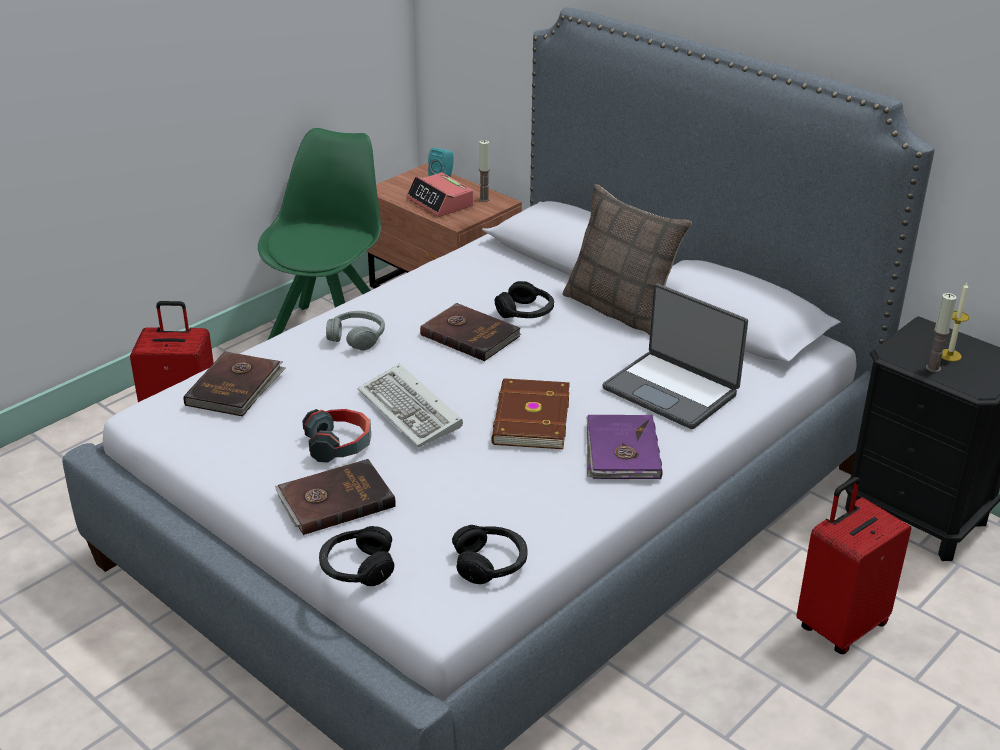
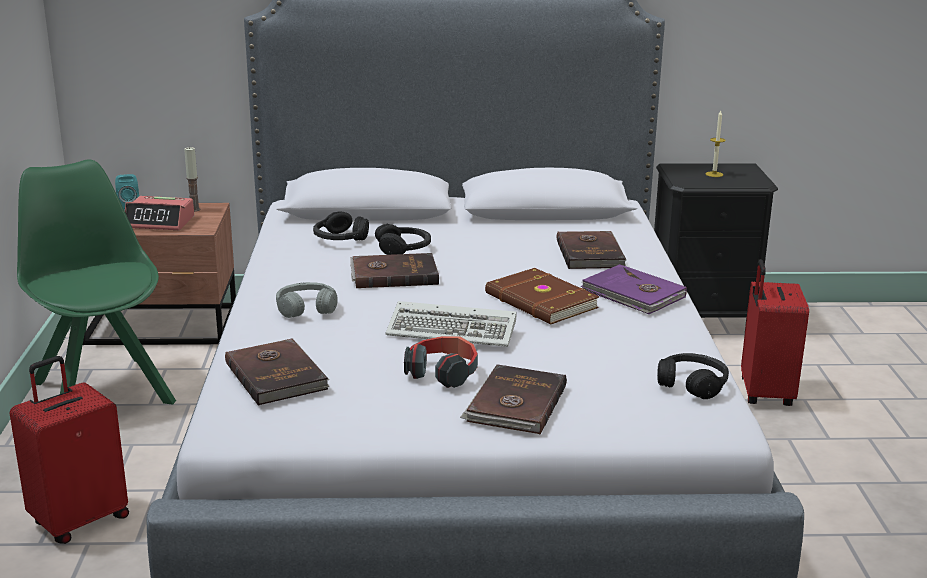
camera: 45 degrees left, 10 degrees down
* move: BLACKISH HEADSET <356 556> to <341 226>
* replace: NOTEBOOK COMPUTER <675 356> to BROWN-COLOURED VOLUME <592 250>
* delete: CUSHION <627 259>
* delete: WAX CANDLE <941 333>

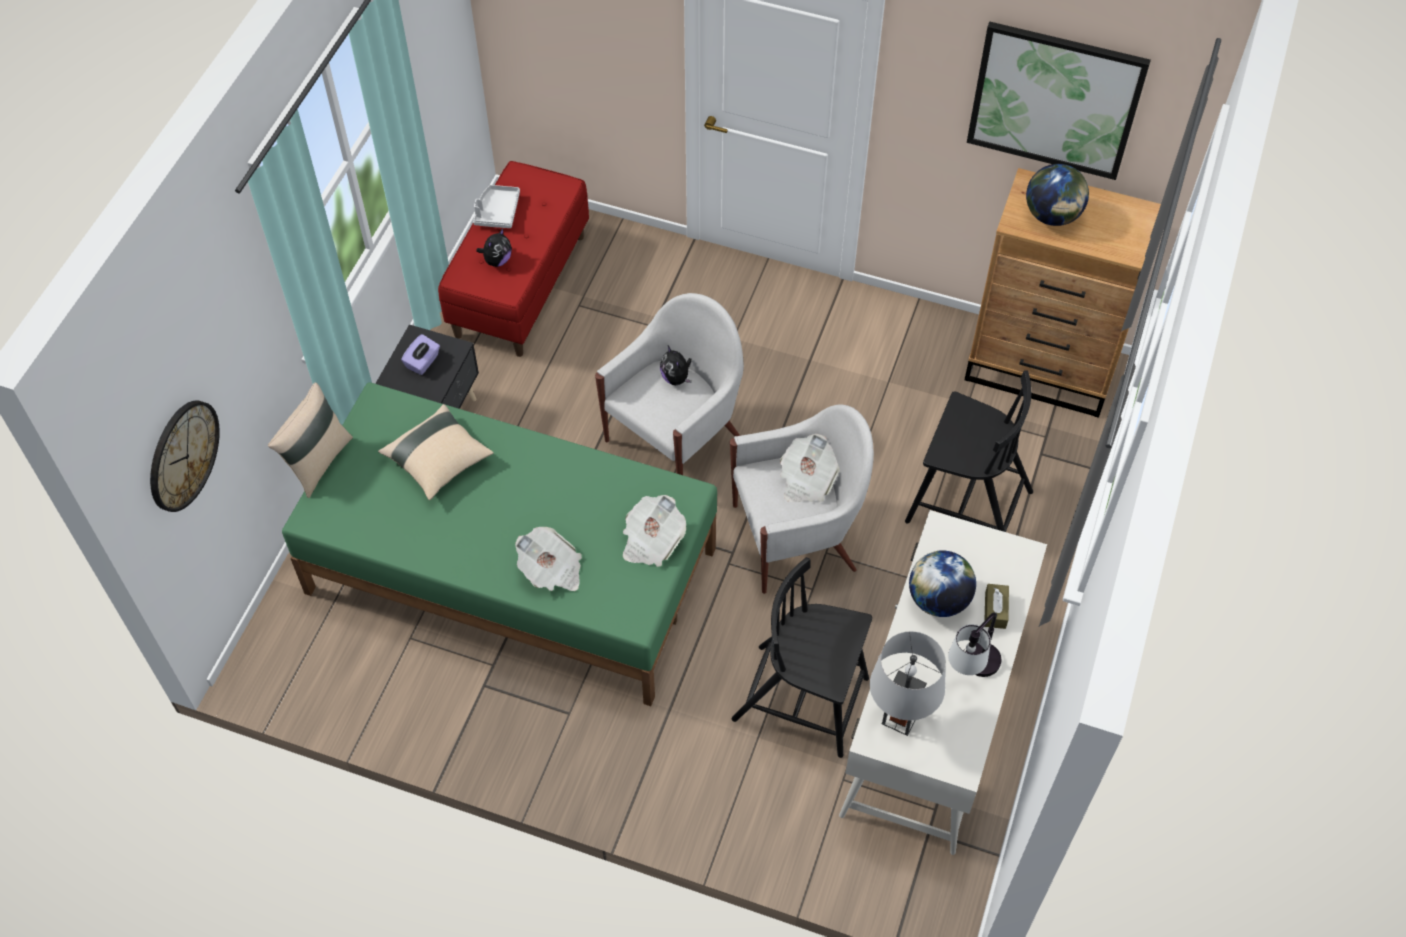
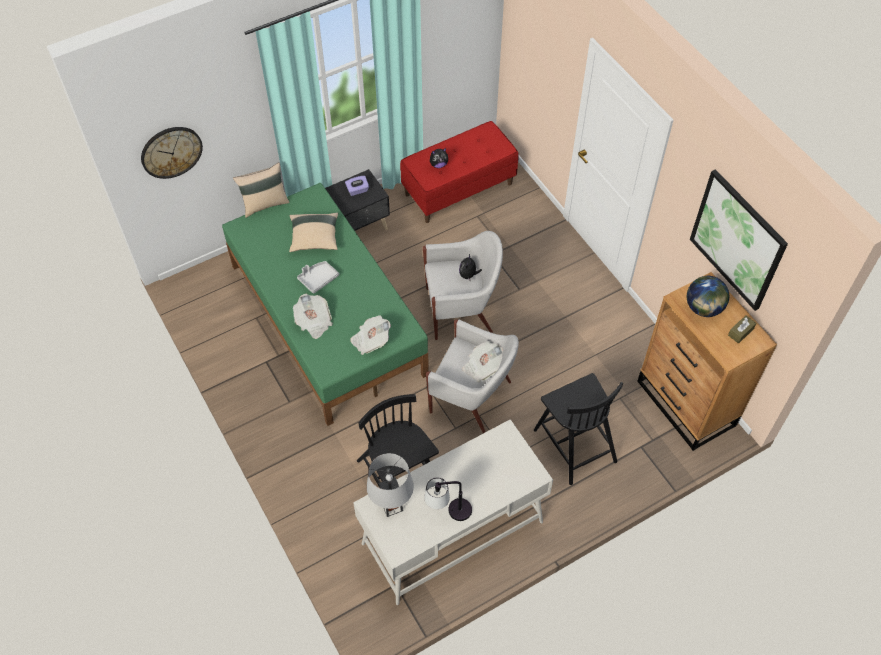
camera: 40 degrees right, 0 degrees up
* move: GREY SERVING TRAY <496 206> to <318 277>
* move: BROWN-COLOURED TISSUE HOLDER <996 606> to <742 329>
* delete: GLOBE <942 583>

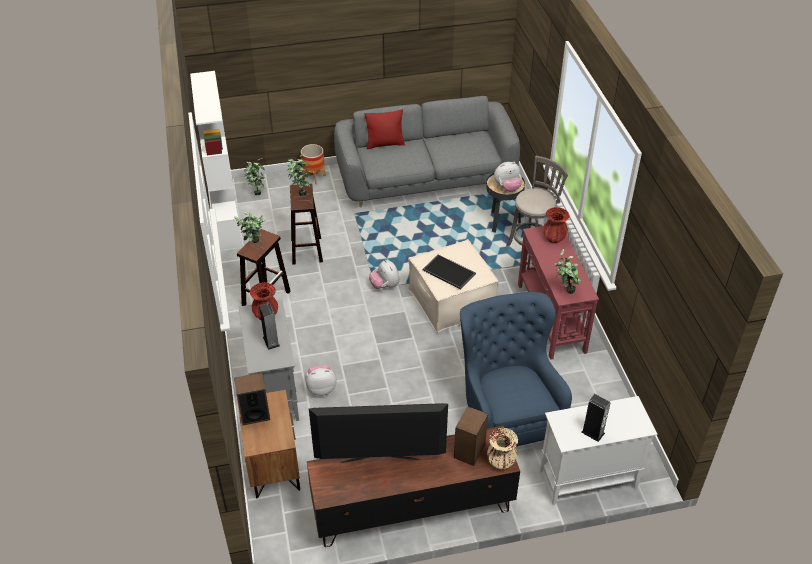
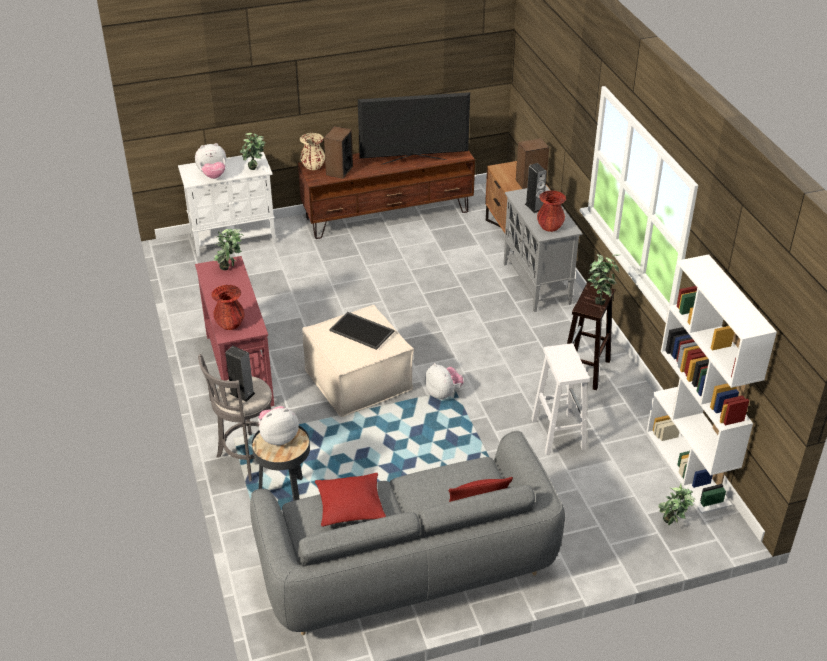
camera: 175 degrees right, 5 degrees down
* move: SOFT TOY <321 380> to <210 161>
* move: LOUDSPEAKER <596 418> to <240 374>
* move: PLANT IN A POT <299 174> to <253 151>
* insert: RED CUSHION <350 500>
* recolor: BROWN-COLOURED SITTING STOOL <306 224> to WHITE SITTING STOOL <560 399>
* delete: PLANTER <313 164>
* delete: BLUISH ARMCHAIR <516 369>

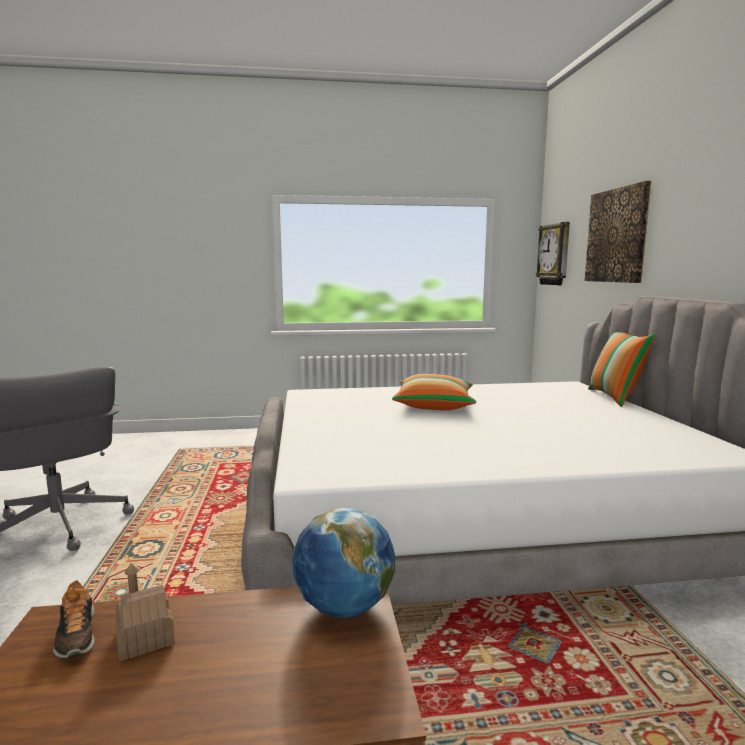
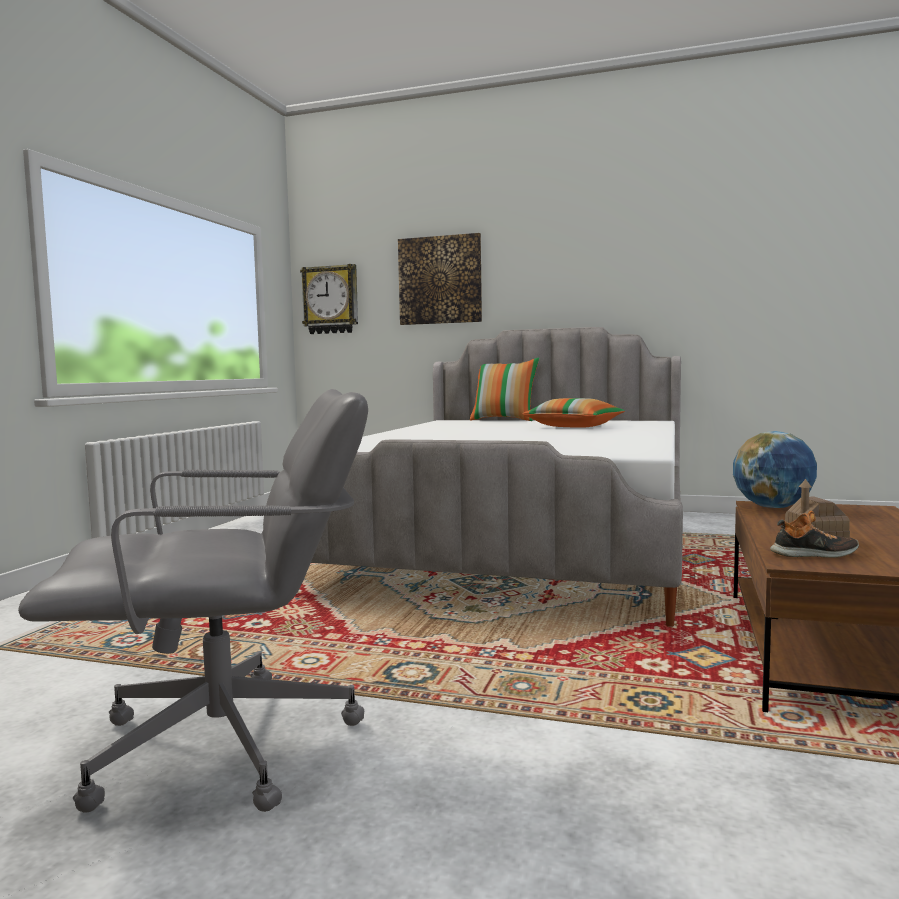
camera: 65 degrees left, 5 degrees down
* move: CUSHION <434 392> to <574 413>

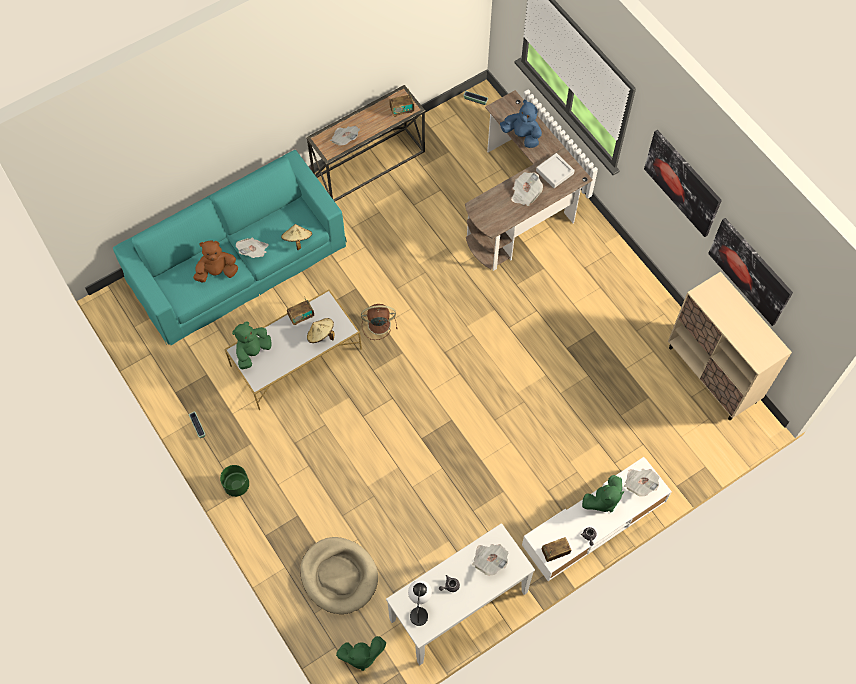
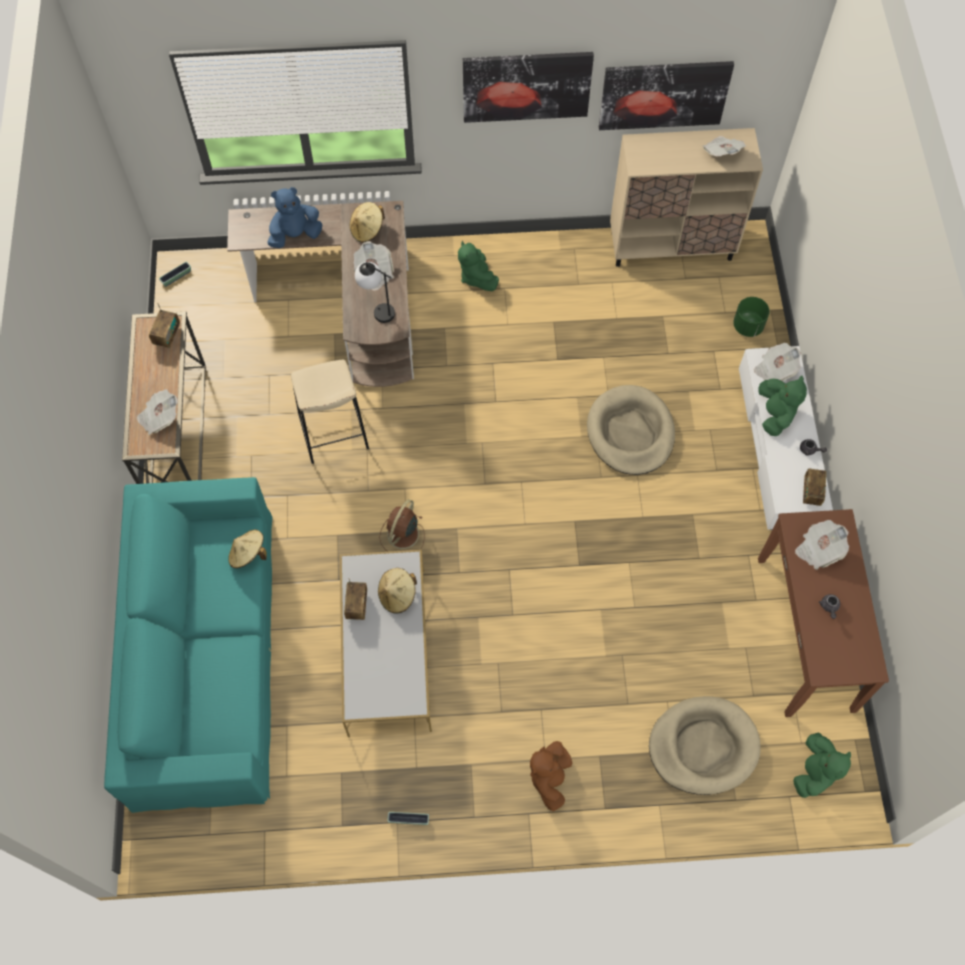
camera: 60 degrees left, 0 degrees up
* insert: BEIGE SITTING STOOL <330 411>
* replace: GREY SERVING TRAY <555 170> to BEIGE HAT <367 222>
* move: TABLETOP LAMP <420 603> to <375 292>
* move: GREENISH SOFT TOY <252 345> to <478 266>
* move: BROWN-COLOURED SOFT TOY <215 261> to <551 776>
* insert: BEIGE DOG BED <631 430>
* move: DAILY PAPER <252 248> to <724 146>
* move: GREENISH PLANTER <234 481> to <751 317>
* recolor: WHITE CONSOLE TABLE <460 594> to BROWN-COLOURED CONSOLE TABLE <823 613>

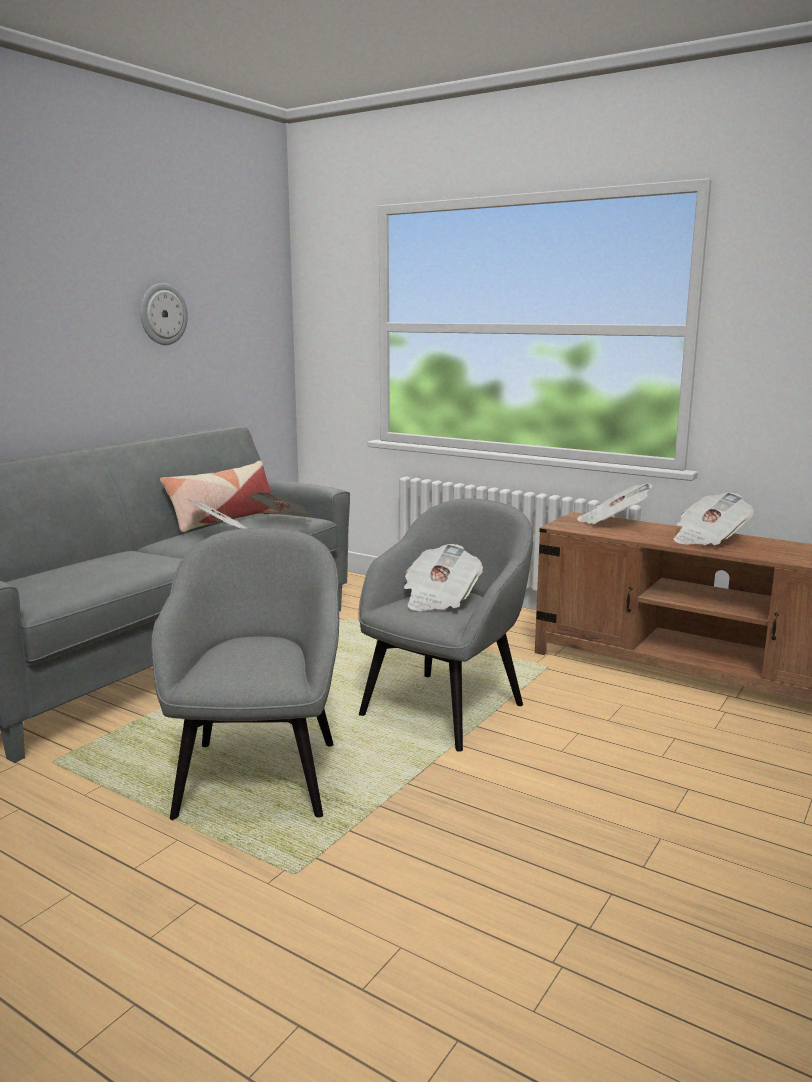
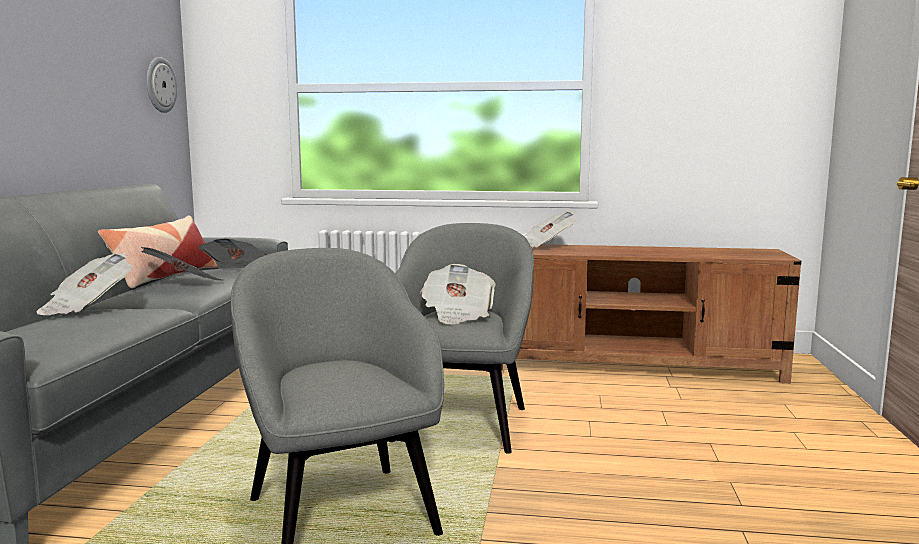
camera: 25 degrees left, 5 degrees down
* move: DAILY PAPER <714 518> to <84 284>
* move: HANGING CLOCK <164 314> to <162 85>

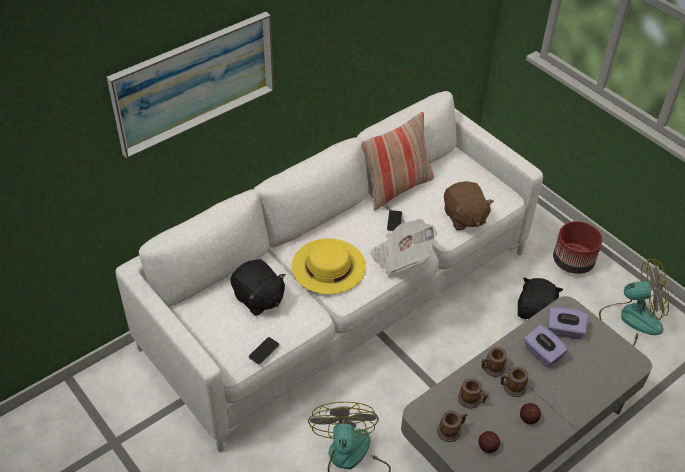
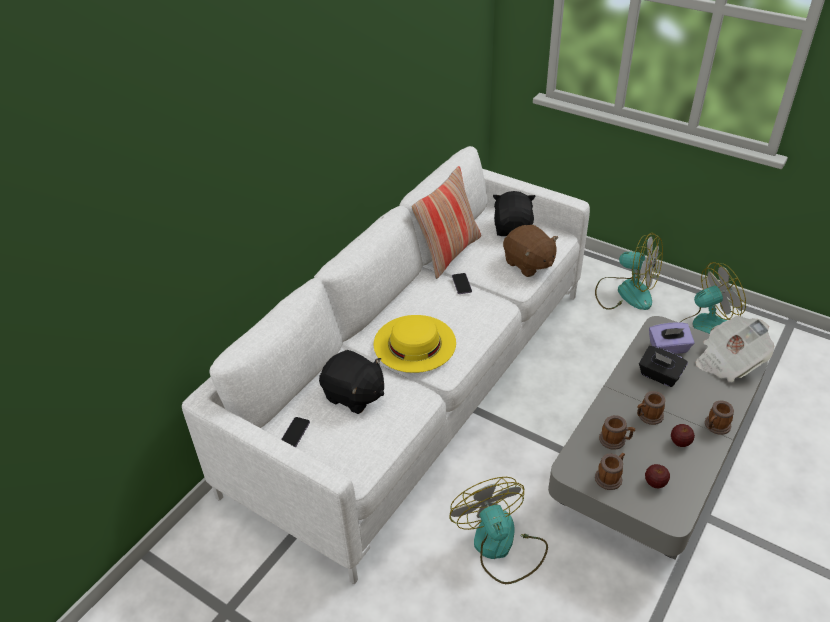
camera: 15 degrees left, 5 degrees down
* move: HANDSET <264 350> to <295 432>
* move: BLACKISH SOFT TOY <540 298> to <514 213>
* replace: RED PLANTER <578 247> to COOLING FAN <629 271>
* recolor: PURPLE TISSUE HOLDER <546 346> to BLACKISH TISSUE HOLDER <663 366>
* move: DAILY PAPER <403 246> to <734 349>
* move: COFFEE MUG <494 362> to <719 418>
* delete: WALL PICTURE <190 85>

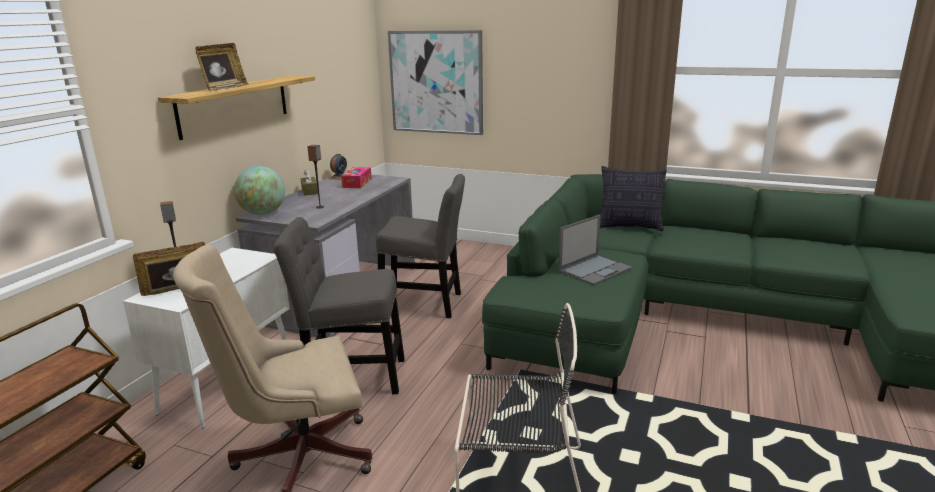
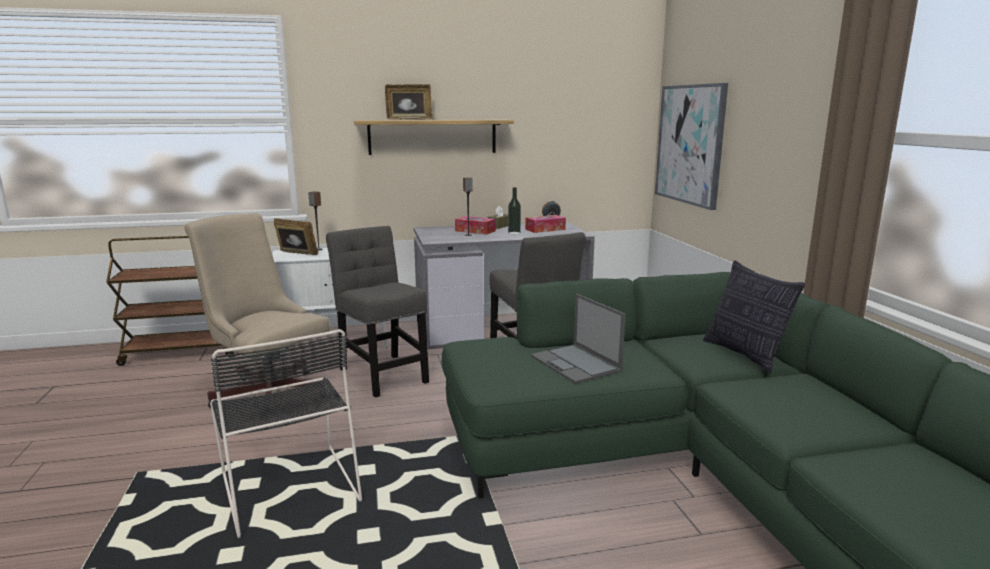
camera: 55 degrees right, 5 degrees down
* insert: TISSUE HOLDER <475 225>
* insert: DRINK BOTTLE <514 210>
* rotate: NOTEBOOK COMPUTER <595 250> = <578 339> 45 degrees clockwise
* delete: GLOBE <259 190>

